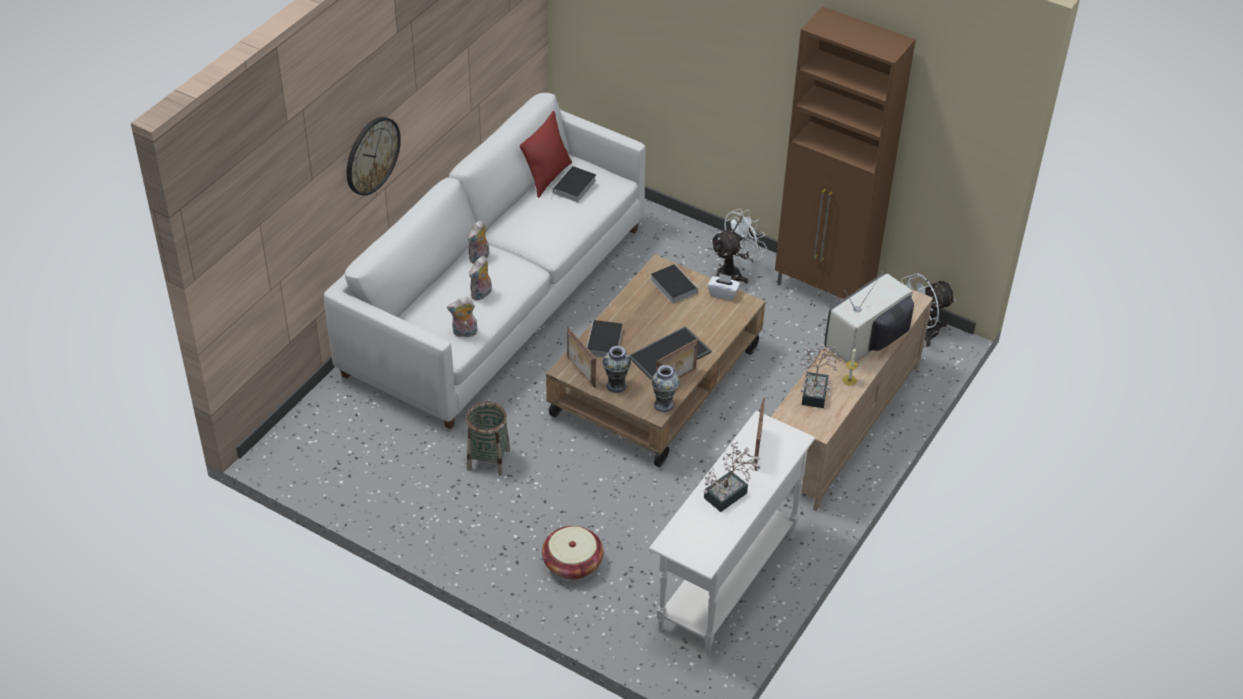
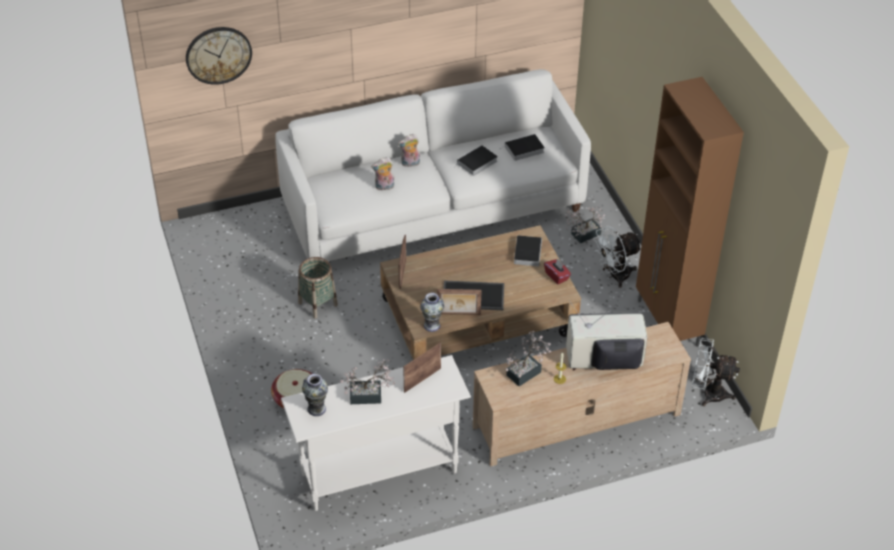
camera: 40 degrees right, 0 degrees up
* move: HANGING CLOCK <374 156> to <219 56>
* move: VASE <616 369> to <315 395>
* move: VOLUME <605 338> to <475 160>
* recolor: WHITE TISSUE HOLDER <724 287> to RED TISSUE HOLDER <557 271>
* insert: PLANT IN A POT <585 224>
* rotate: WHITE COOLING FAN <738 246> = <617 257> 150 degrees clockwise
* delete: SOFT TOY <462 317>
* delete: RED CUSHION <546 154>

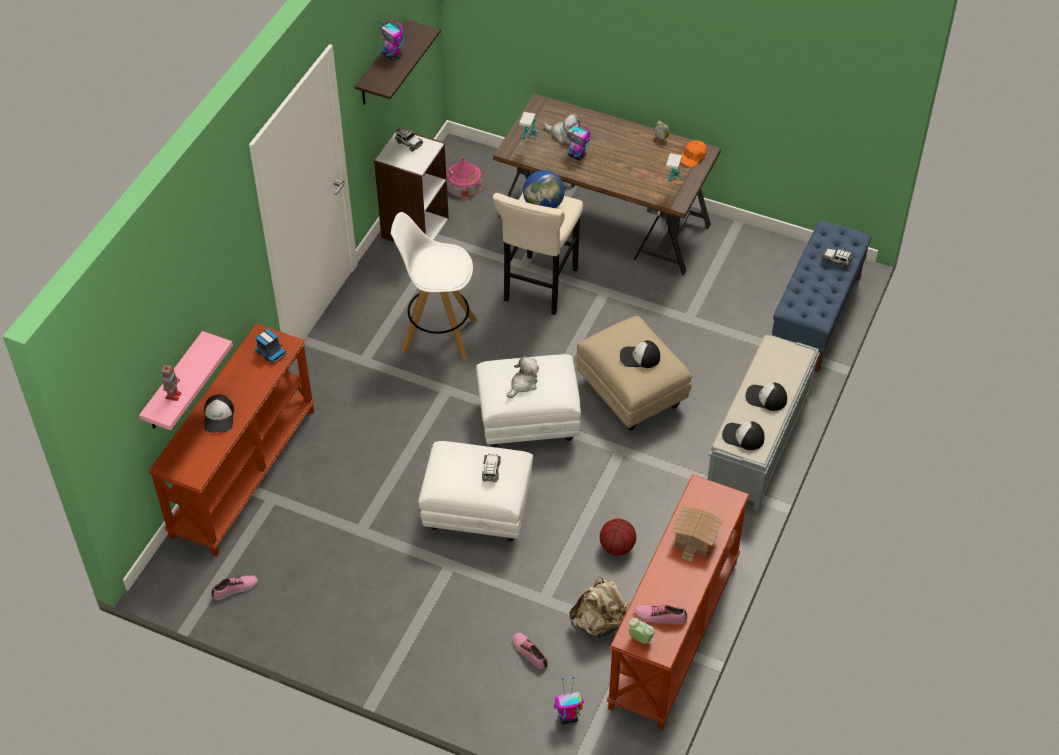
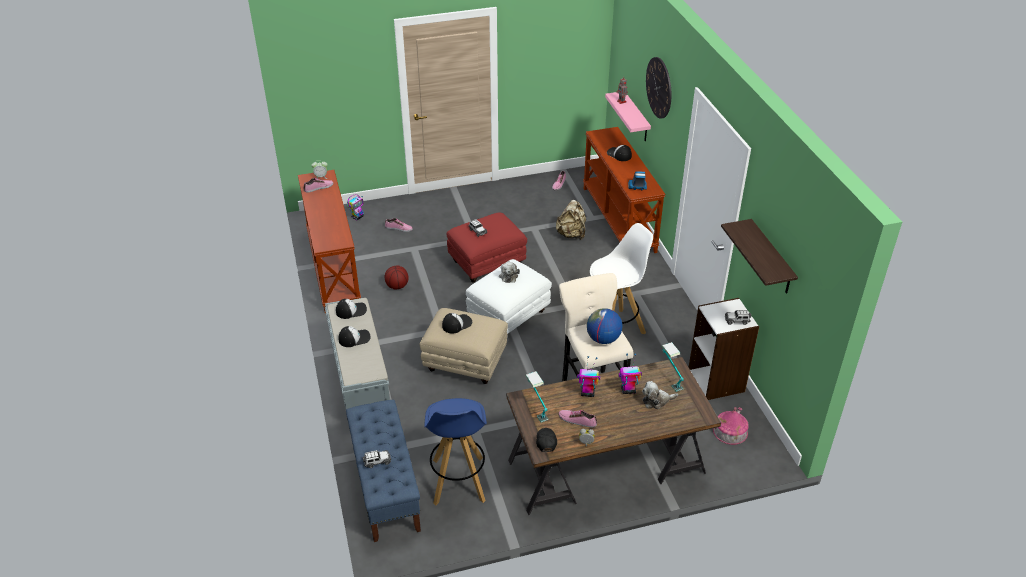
camera: 140 degrees right, 10 degrees down
* insert: BLUISH SITTING STOOL <455 451>
* recolor: WHITE POUFFE <476 491> to RED POUFFE <487 247>
* recolor: ORANGEY CAP <693 154> to BLACKISH CAP <546 440>
* move: BEIGE BACKPACK <599 606> to <571 220>
* insert: SHOE <578 419>
* move: ROBOT FIGURE <390 40> to <588 376>
* insert: HANGING CLOCK <658 88>
* delete: TOY HOUSE <697 534>

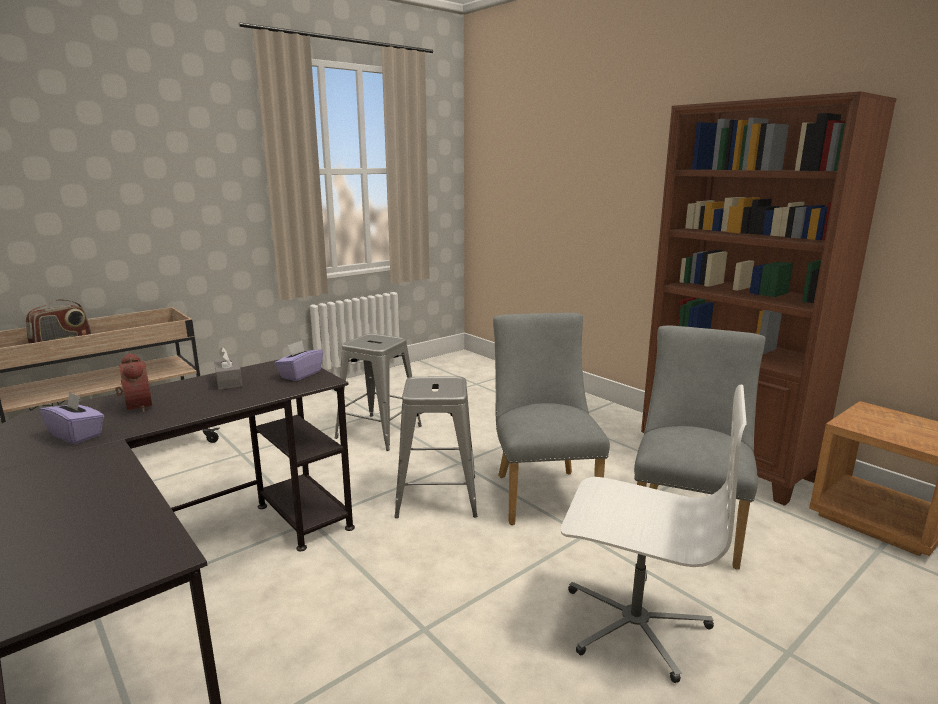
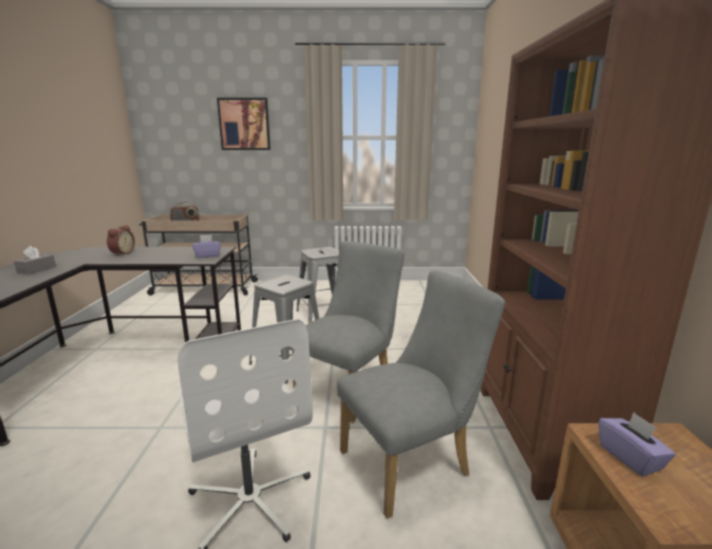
camera: 40 degrees right, 0 degrees up
* move: GREY TISSUE HOLDER <228 368> to <35 260>
* insert: WALL PICTURE <244 124>
* move: PURPLE TISSUE HOLDER <72 418> to <637 444>

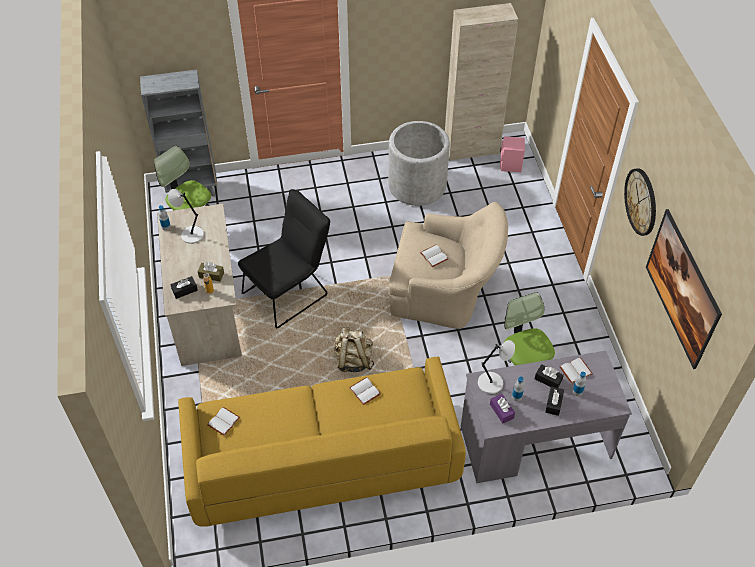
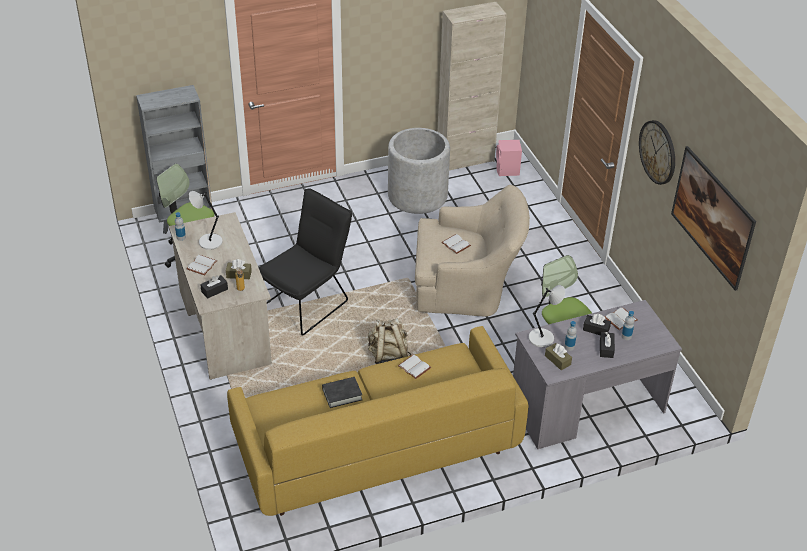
camera: 10 degrees left, 10 degrees down
* move: WHITE VOLUME <223 421> to <202 265>
* insert: BLACKISH VOLUME <342 392>
* recolor: PURPLE TISSUE HOLDER <502 408> to BROWN-COLOURED TISSUE HOLDER <558 356>

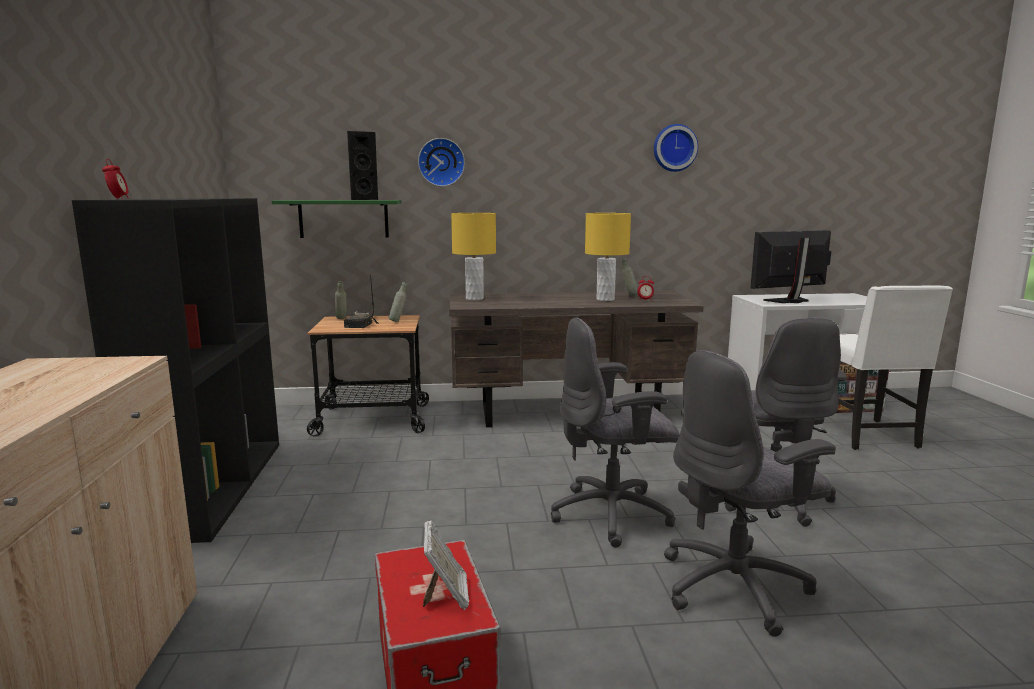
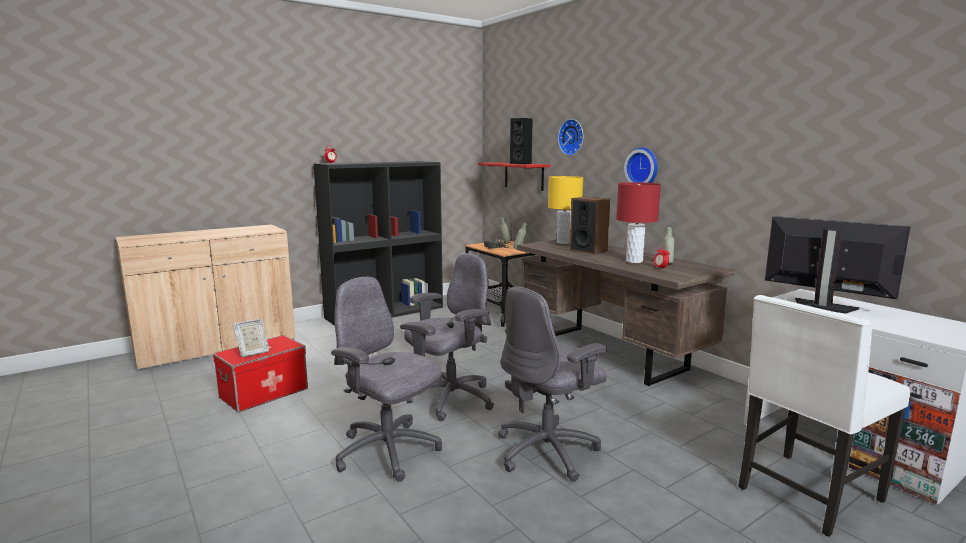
camera: 60 degrees right, 0 degrees up
* rotate: GREY DESK CHAIR <615 432> = <449 337> 90 degrees clockwise
* recolor: GREENISH BRACKET SHELF <336 219> to RED BRACKET SHELF <514 176>
* insert: LOUDSPEAKER <589 226>
* recolor: YELLOWISH TABLETOP LAMP <608 257> to RED TABLETOP LAMP <638 222>
* move: HANGING CLOCK <676 148> to <641 165>

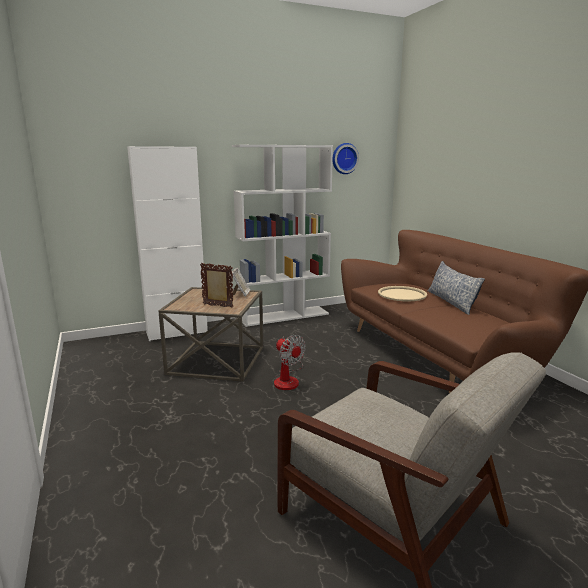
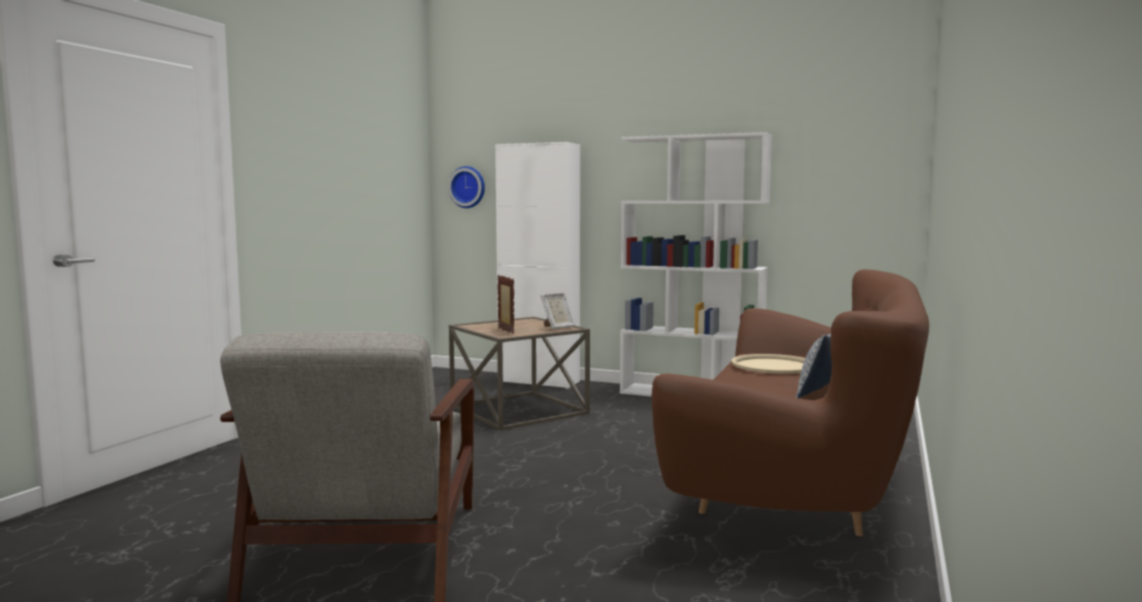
camera: 45 degrees right, 10 degrees down
* move: HANGING CLOCK <346 158> to <466 187>
* delete: COOLING FAN <290 362>

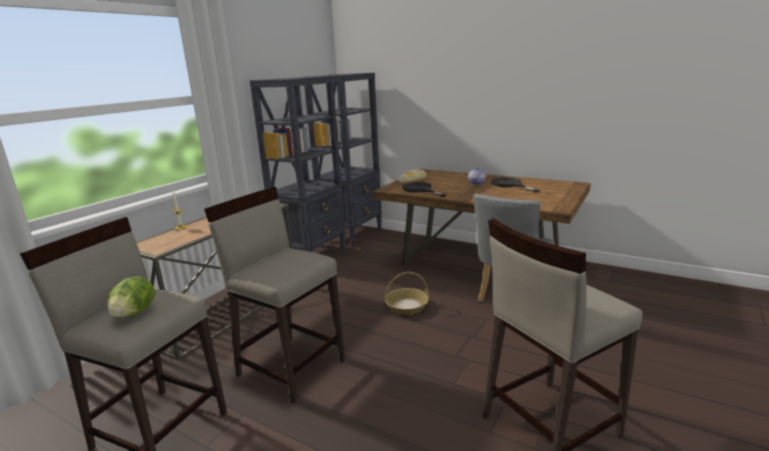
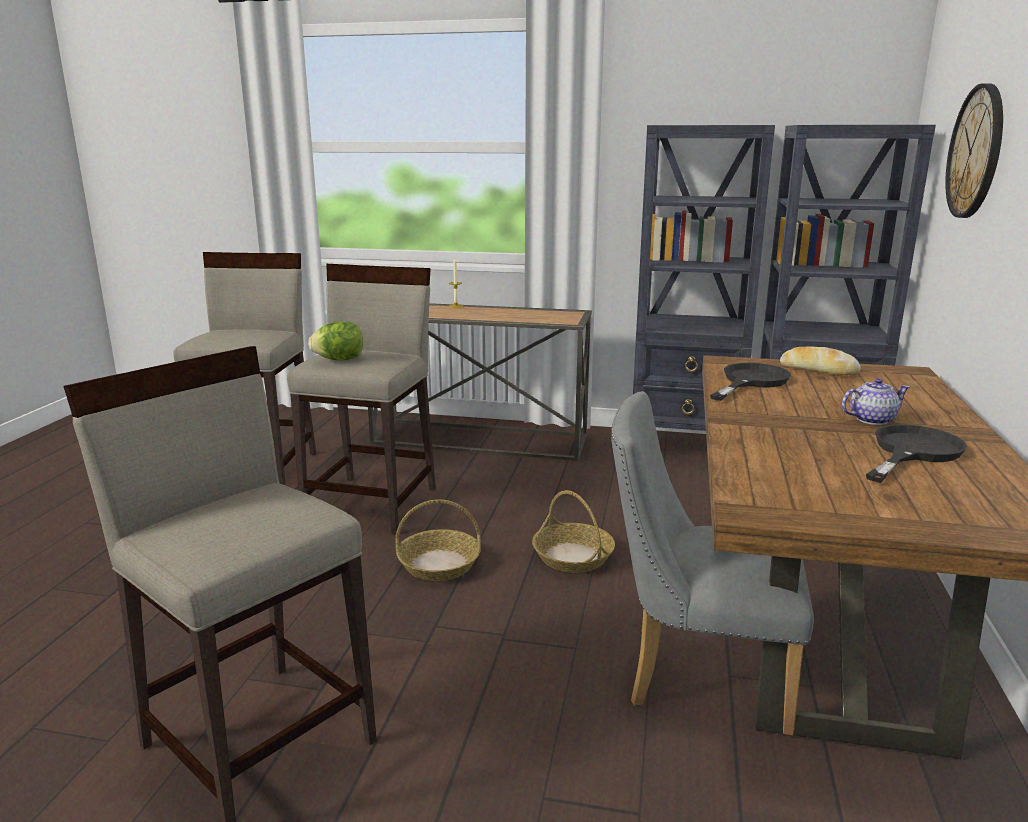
camera: 70 degrees right, 0 degrees up
* move: LETTUCE HEAD <131 297> to <335 341>
* insert: BASKET <438 540>
* insert: HANGING CLOCK <974 150>

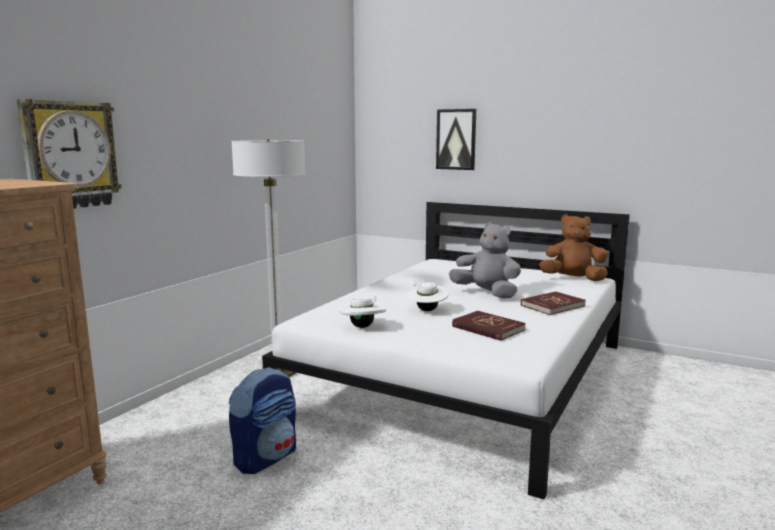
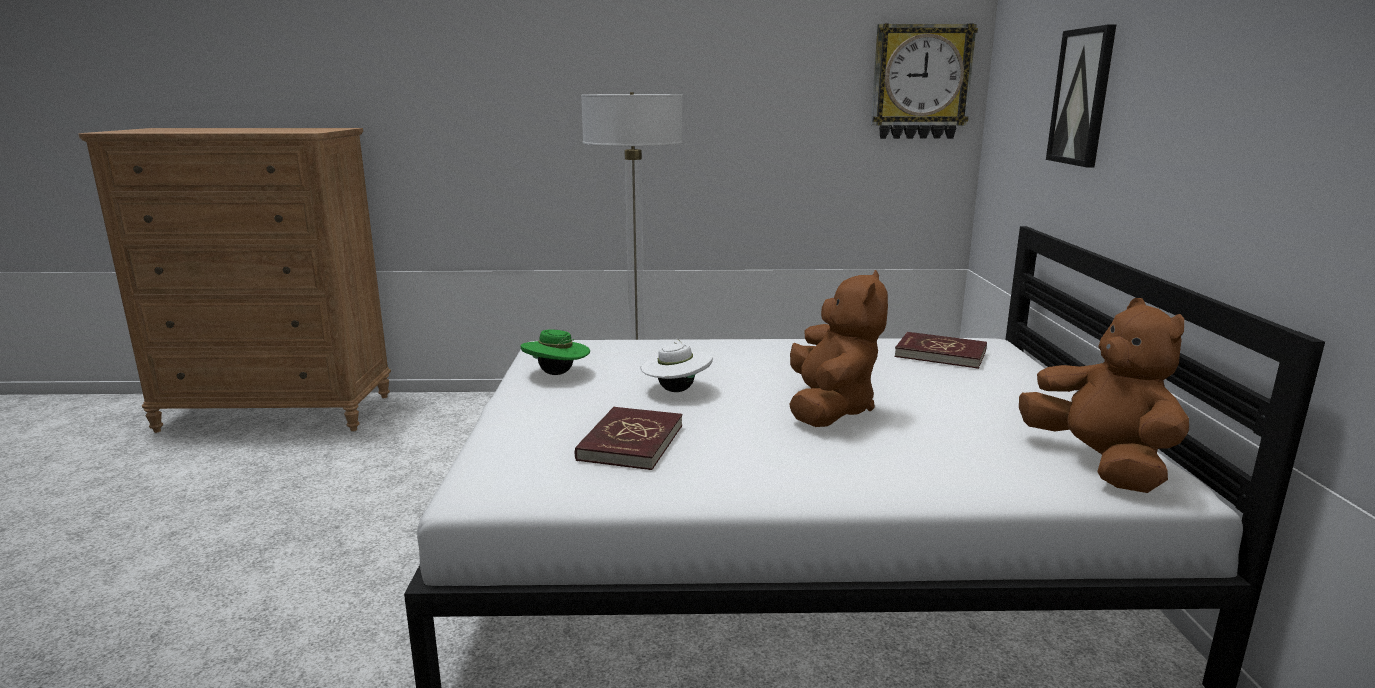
camera: 60 degrees right, 5 degrees up
* recolor: WHITE HAT <362 312> to GREENISH HAT <555 352>
* recolor: GREY SOFT TOY <485 260> to BROWN-COLOURED SOFT TOY <838 348>
* move: HANGING CLOCK <69 154> to <924 81>
* move: RED VOLUME <553 303> to <940 350>
* delete: BACKPACK <262 420>

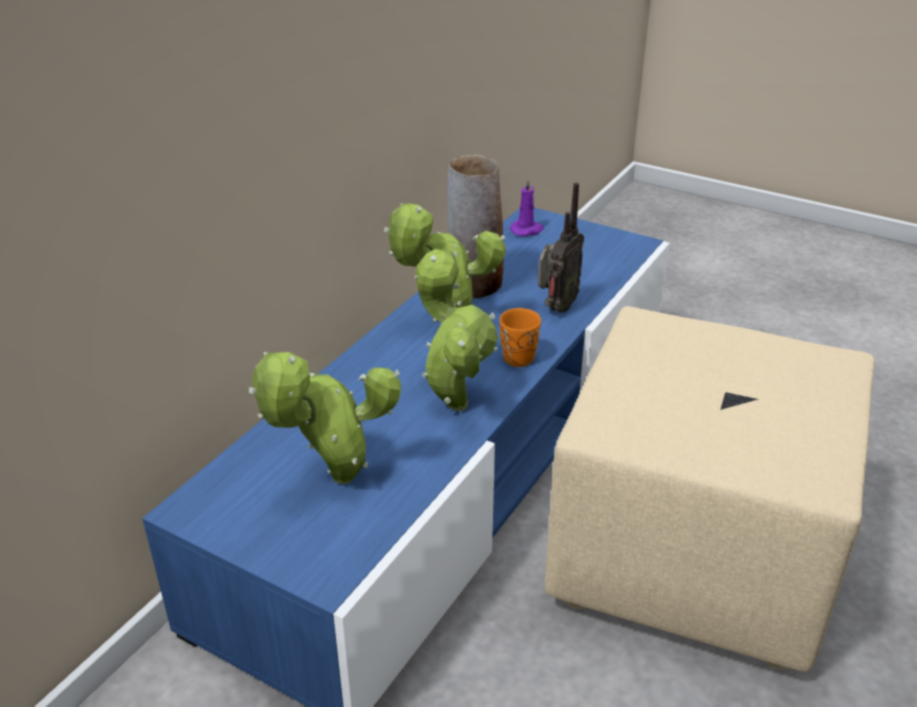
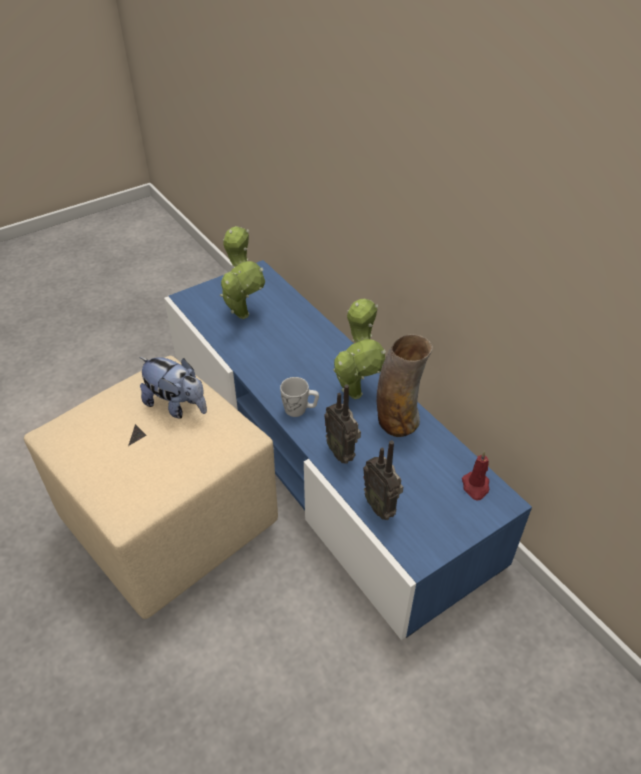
camera: 115 degrees right, 10 degrees up
* insert: SOFT TOY <173 388>
* recolor: ORANGEY COFFEE MUG <520 337> to WHITE COFFEE MUG <299 397>
* insert: RADIO SET <383 480>
* recolor: PURPLE WAX CANDLE <527 206> to RED WAX CANDLE <475 476>
* delete: PLANT IN A POT <456 330>

